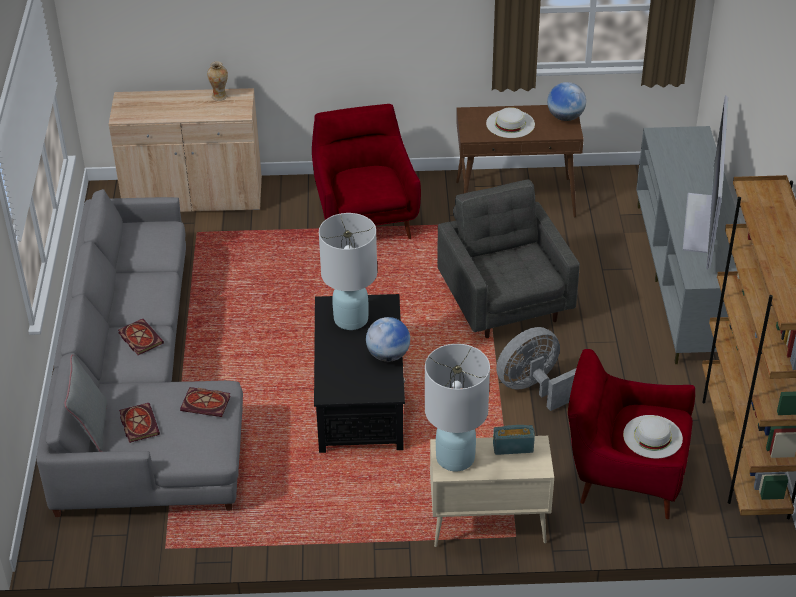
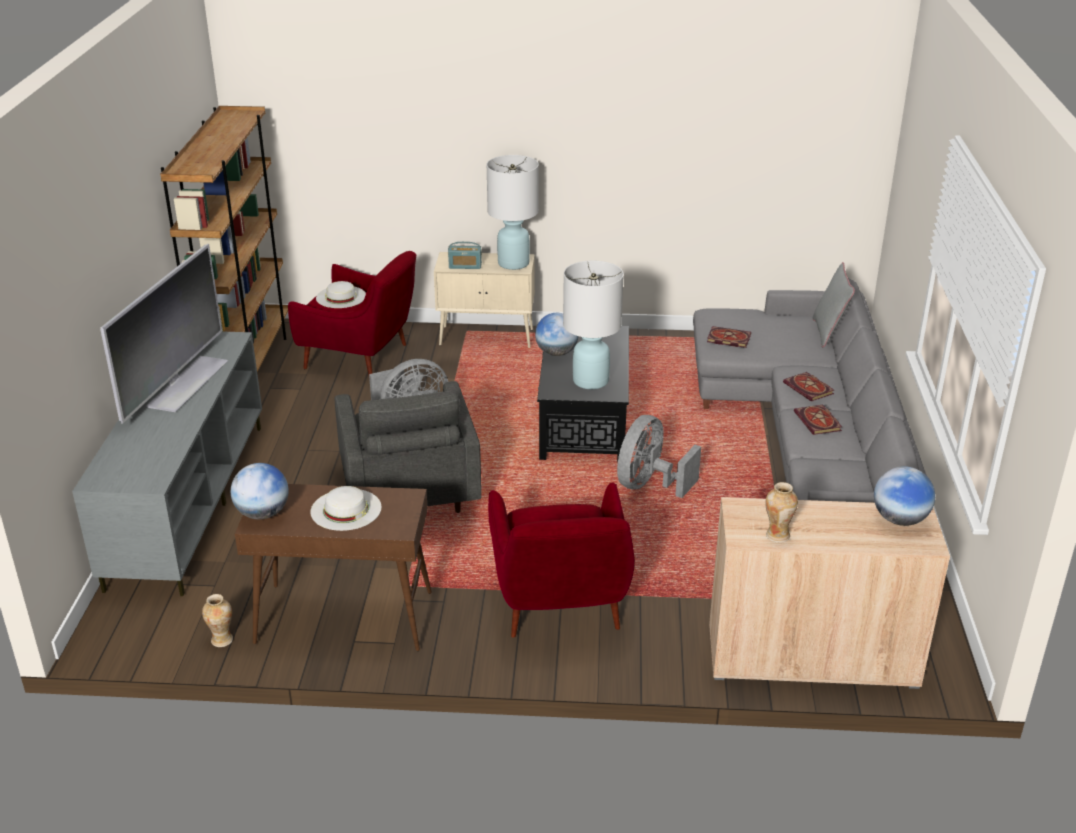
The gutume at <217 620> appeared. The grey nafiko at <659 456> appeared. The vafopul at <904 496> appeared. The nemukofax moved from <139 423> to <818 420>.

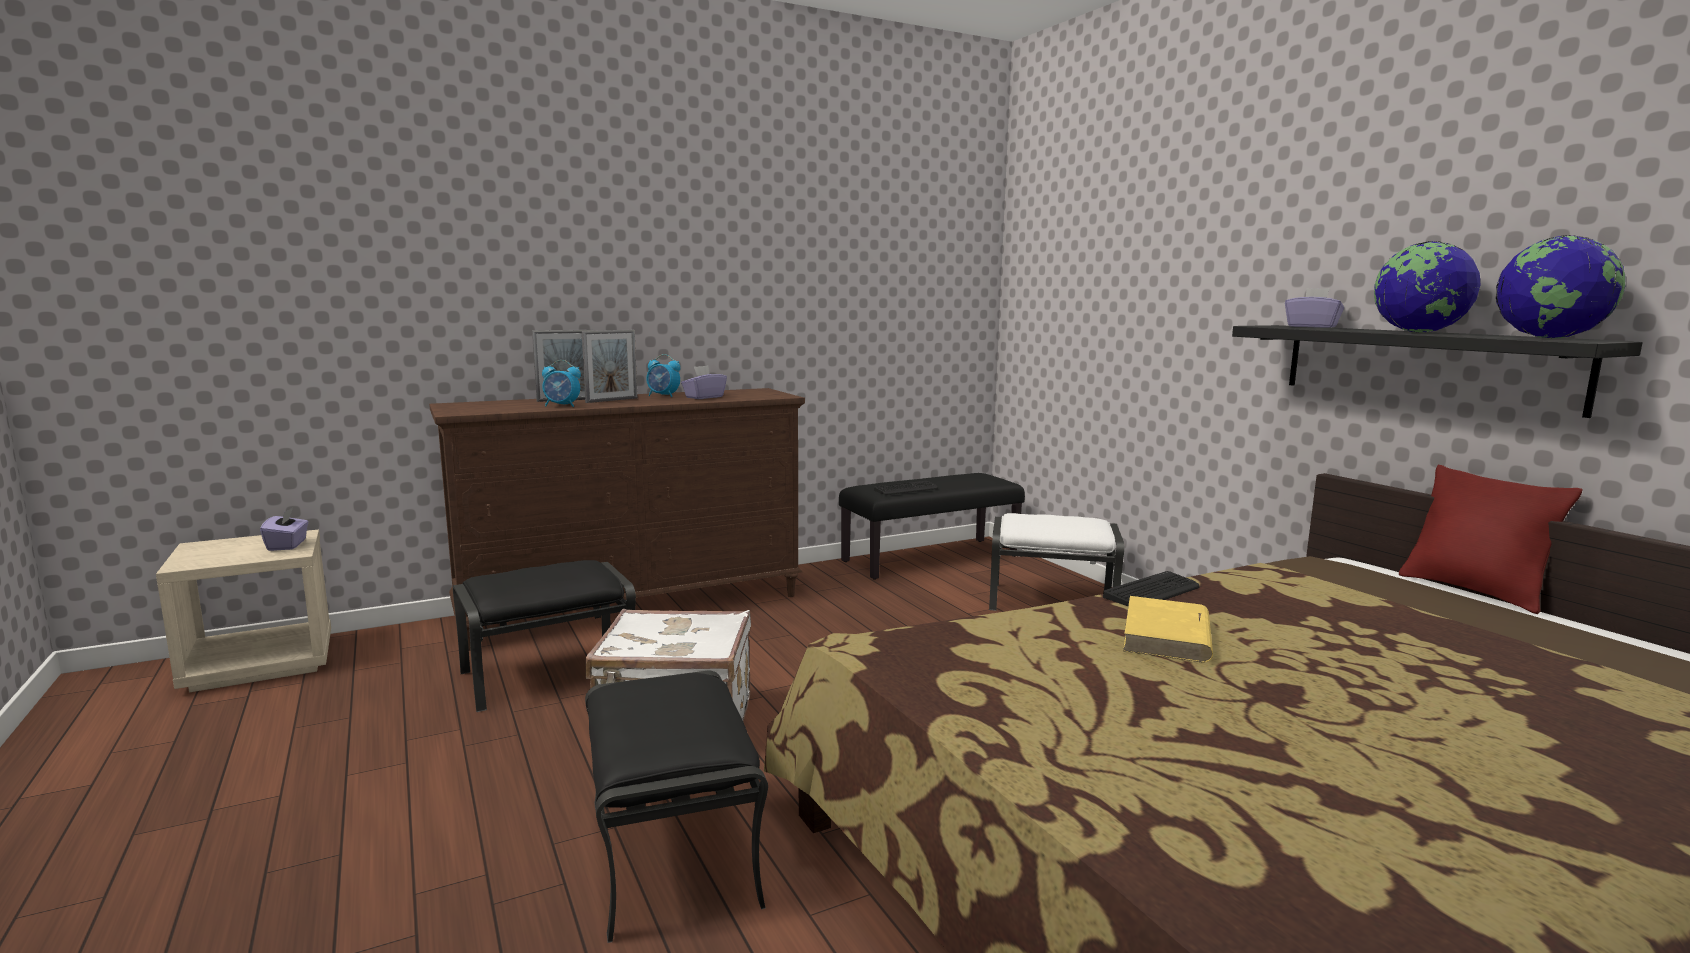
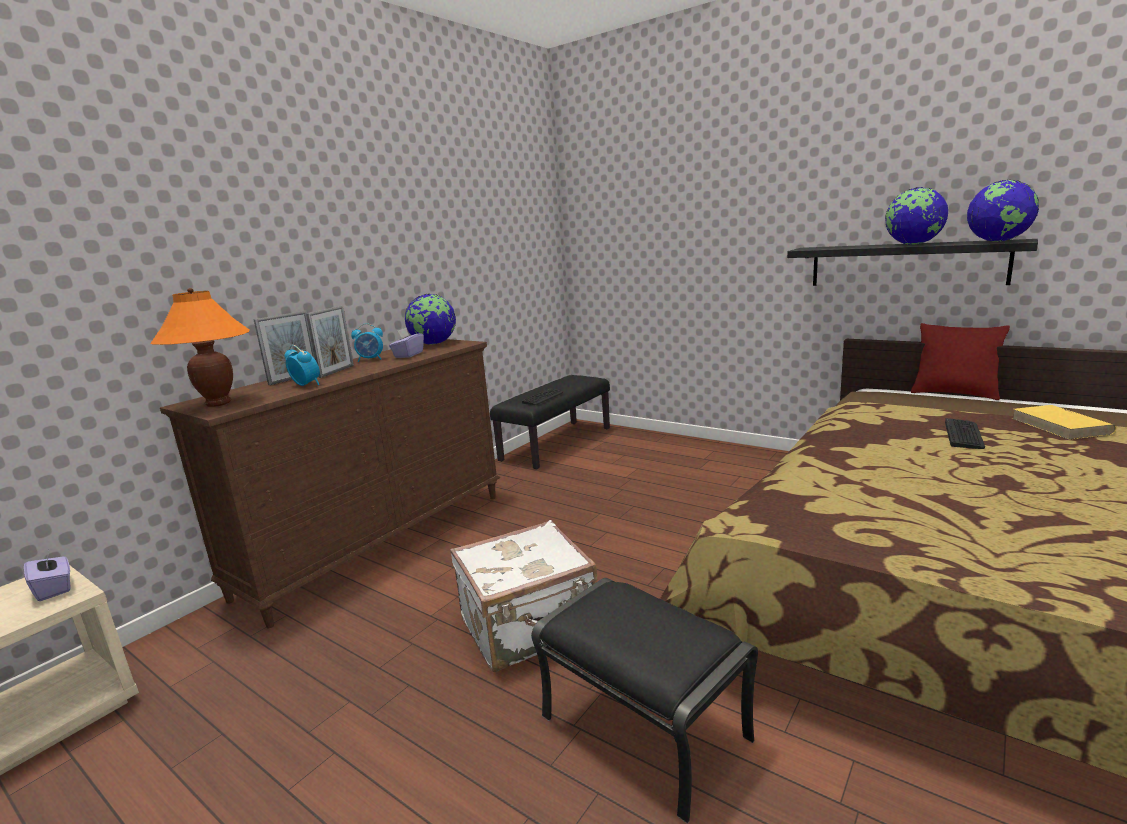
The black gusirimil at <544 636> disappeared. The white gusirimil at <1056 562> disappeared. The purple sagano at <1314 308> disappeared. The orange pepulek at <200 347> appeared. The vafopul at <430 319> appeared. The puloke moved from <1151 588> to <965 433>. The yellow nemukofax moved from <1168 629> to <1063 422>. The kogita at <561 383> turned 120 degrees counterclockwise.

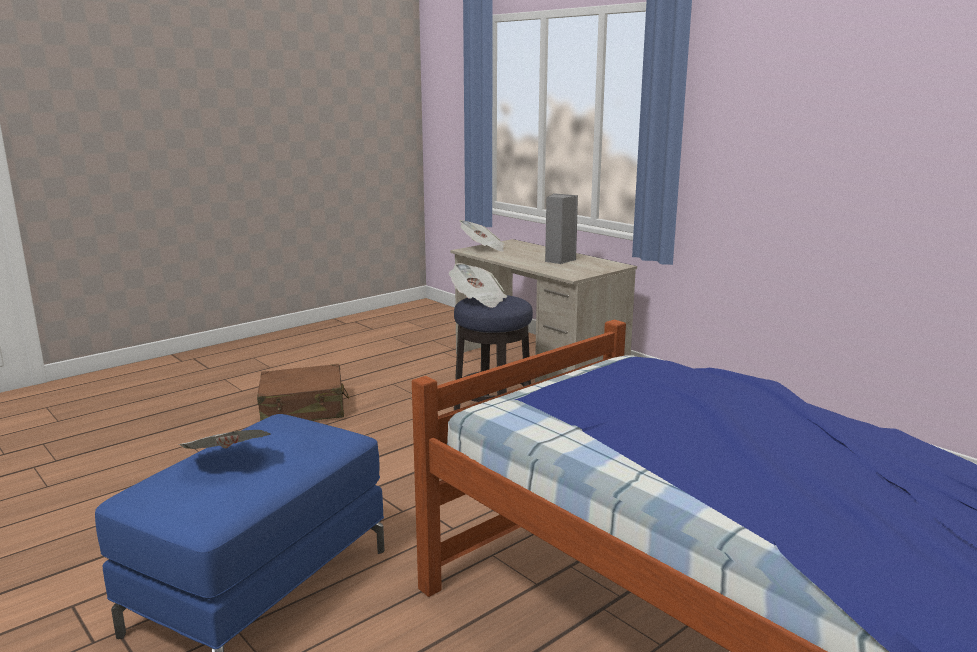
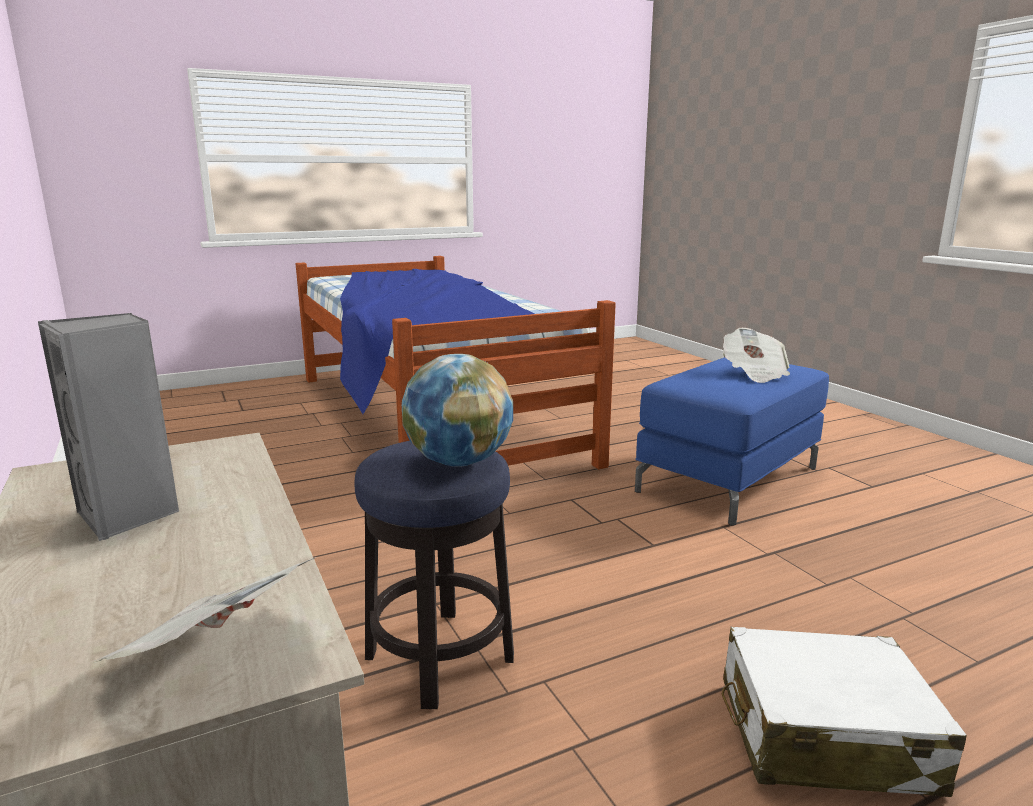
The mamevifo at <478 285> was replaced by the vafopul at <457 410>. The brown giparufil at <303 392> became the white giparufil at <844 712>.

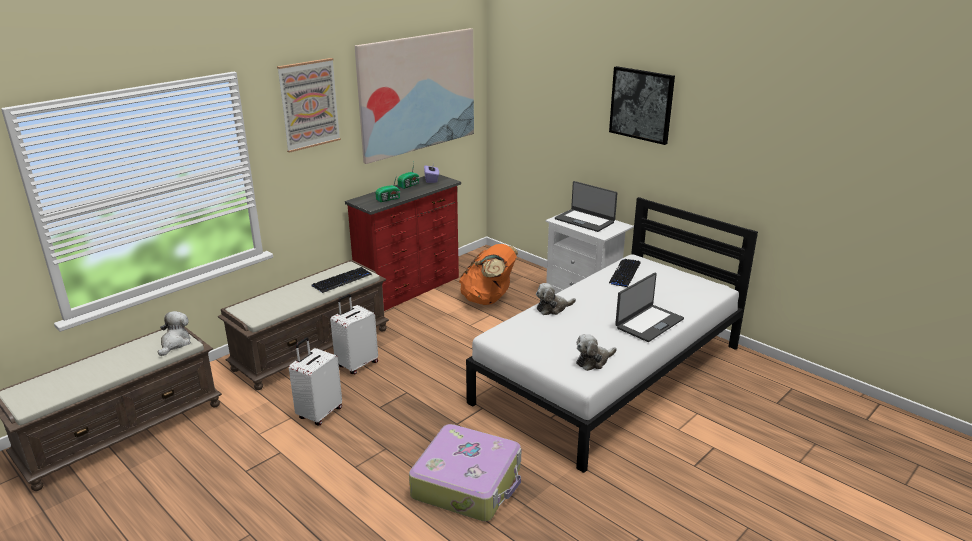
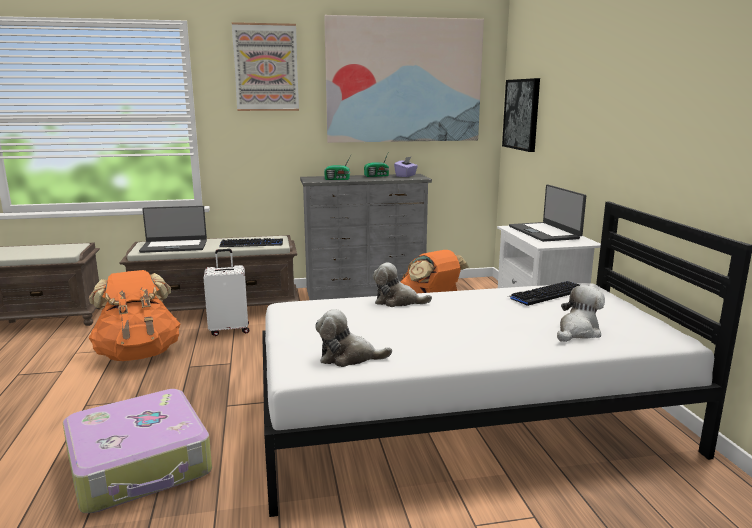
The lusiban moved from <174 333> to <581 313>. The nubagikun moved from <642 105> to <521 115>. The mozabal moved from <649 307> to <173 229>. The white giparufil at <315 381> was replaced by the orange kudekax at <135 315>. The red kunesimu at <403 242> became the grey kunesimu at <366 237>.

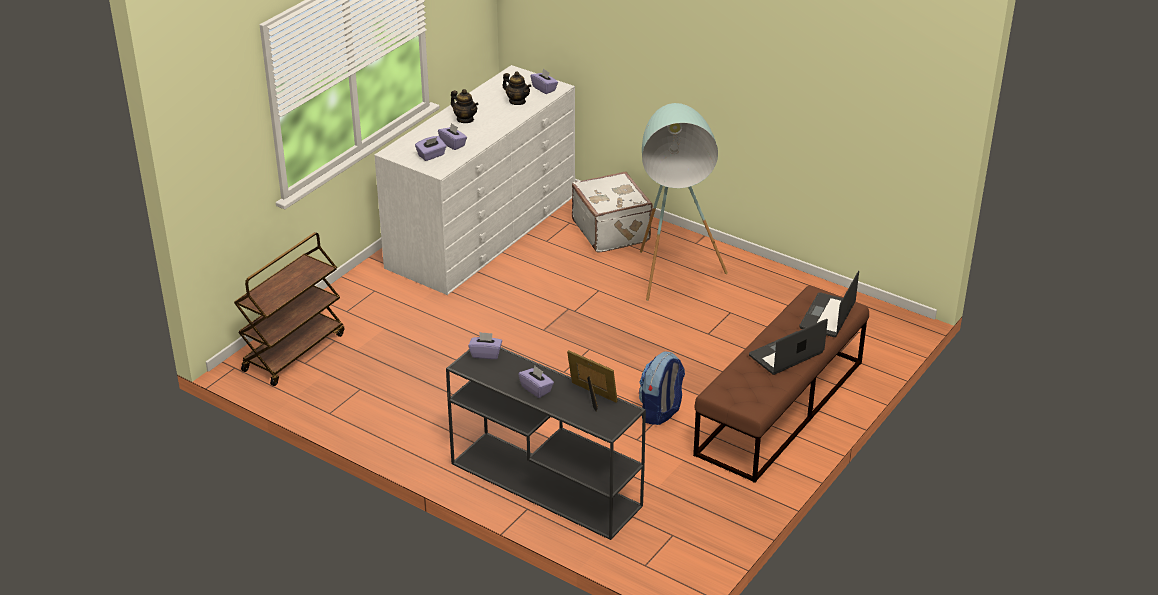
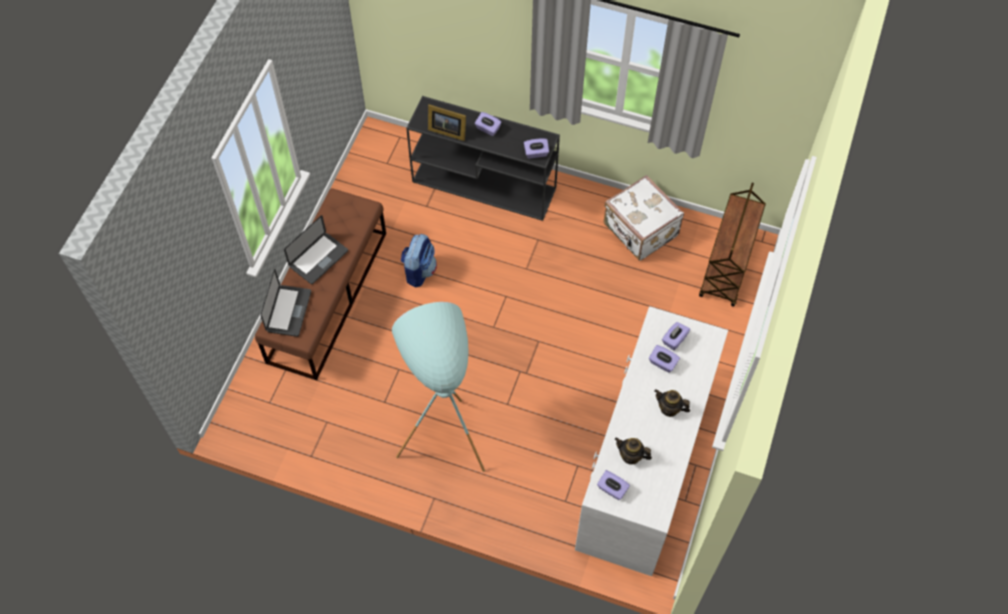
The white giparufil moved from <612 212> to <643 218>.

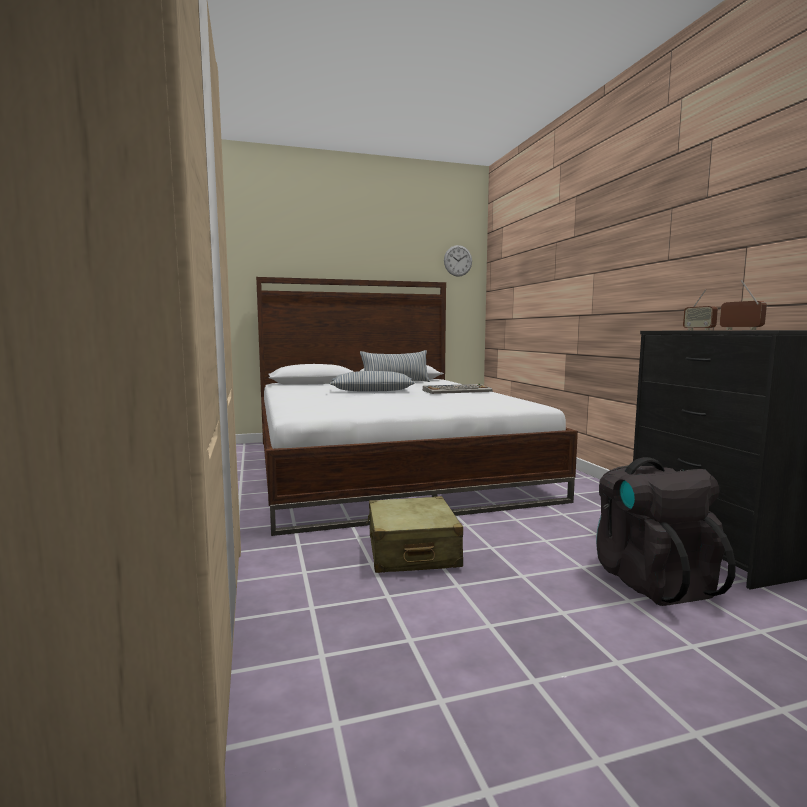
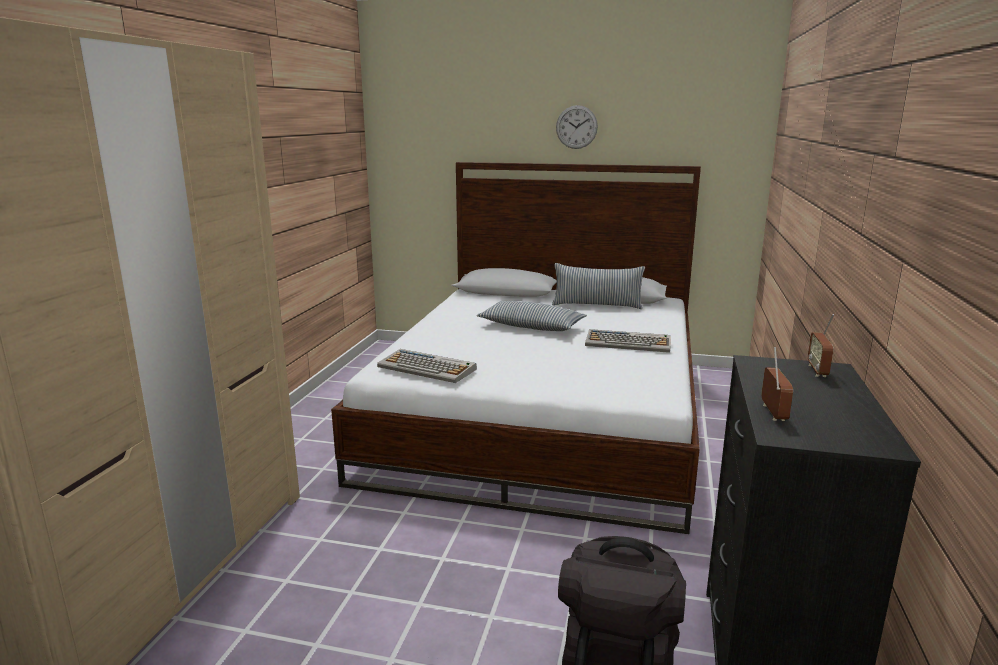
The beige giparufil at <414 534> disappeared. The puloke at <427 366> appeared. The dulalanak moved from <458 261> to <577 127>.

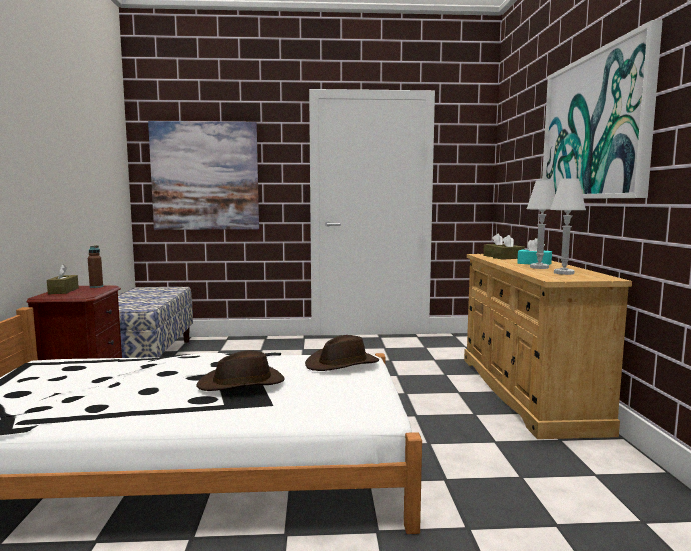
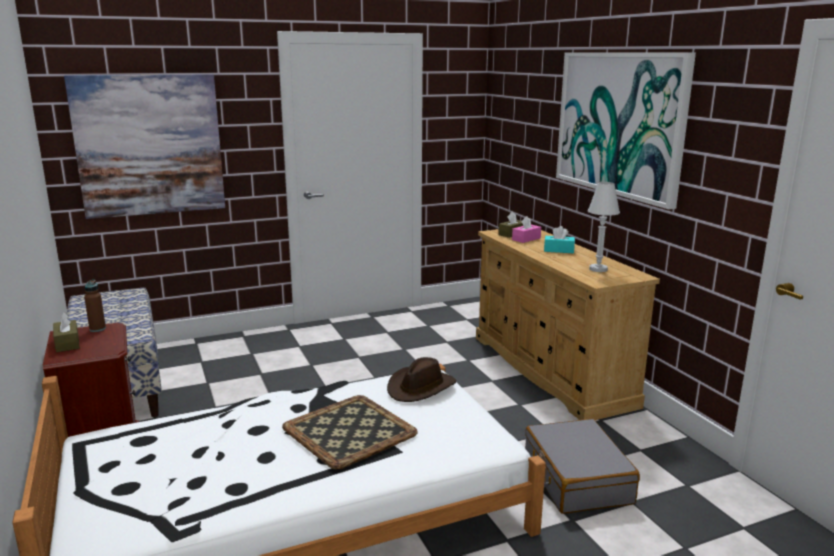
The white pepulek at <541 224> disappeared. The grey giparufil at <582 466> appeared. The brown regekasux at <240 370> was replaced by the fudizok at <350 432>. The brown sagano at <509 247> became the pink sagano at <526 229>.

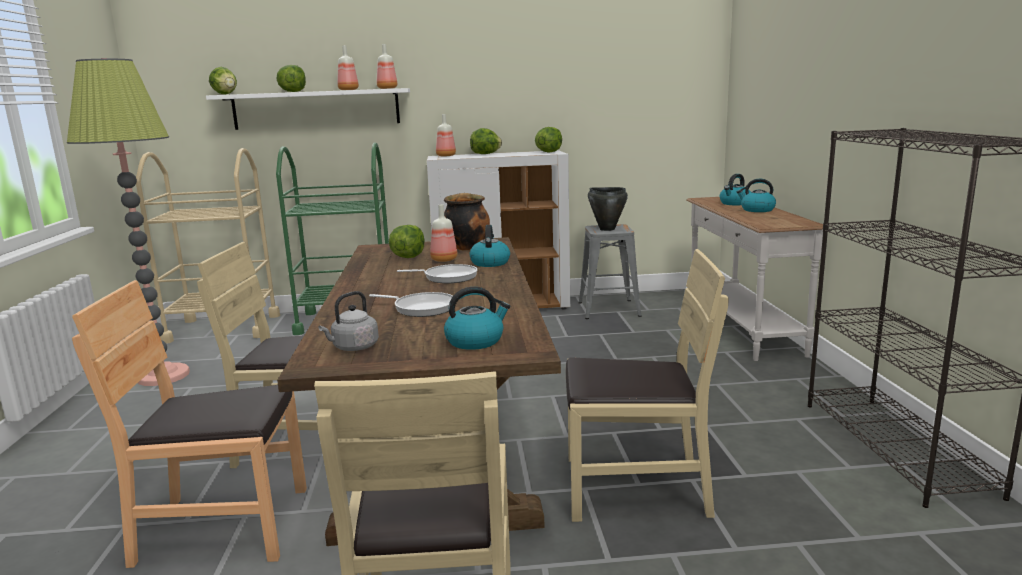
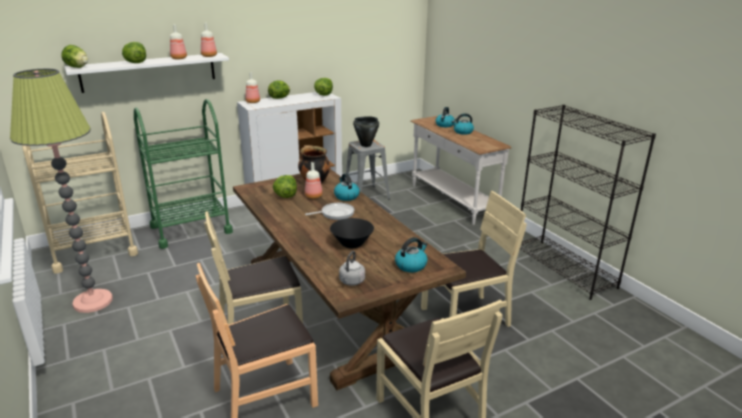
The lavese at <411 304> was replaced by the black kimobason at <352 233>.

